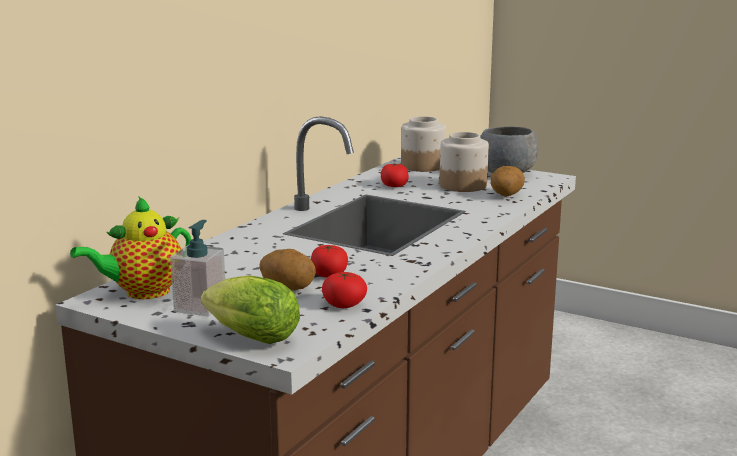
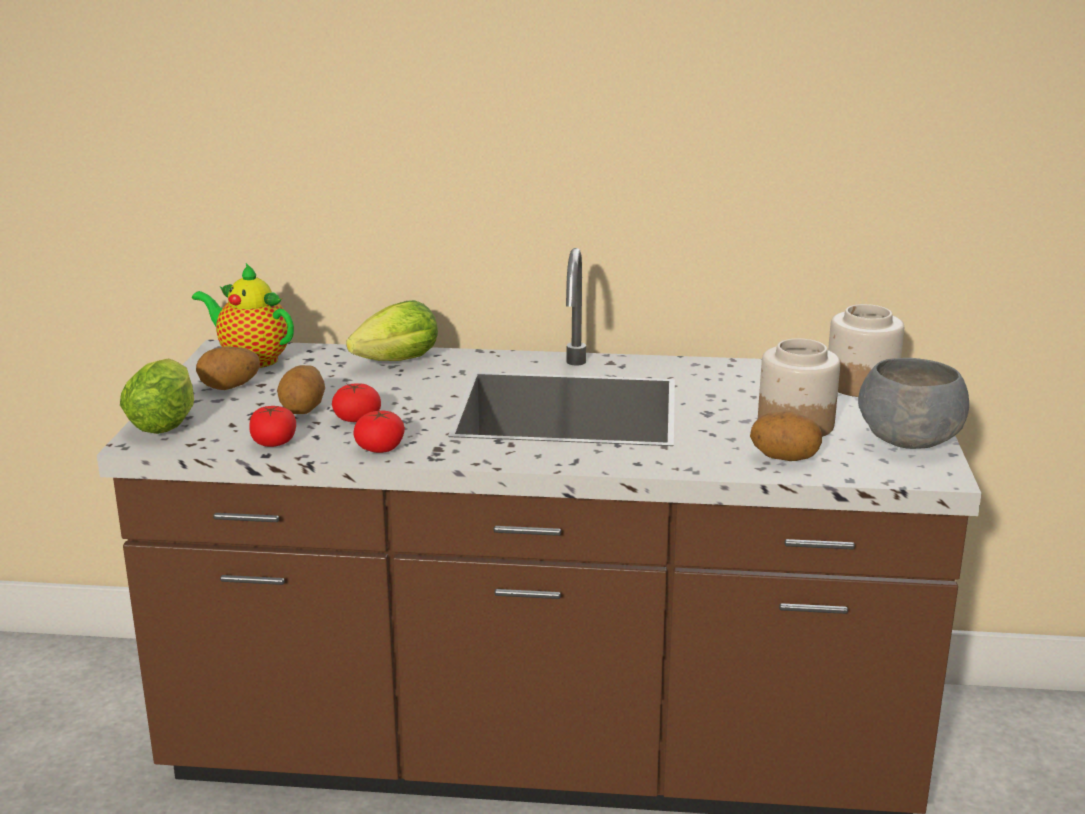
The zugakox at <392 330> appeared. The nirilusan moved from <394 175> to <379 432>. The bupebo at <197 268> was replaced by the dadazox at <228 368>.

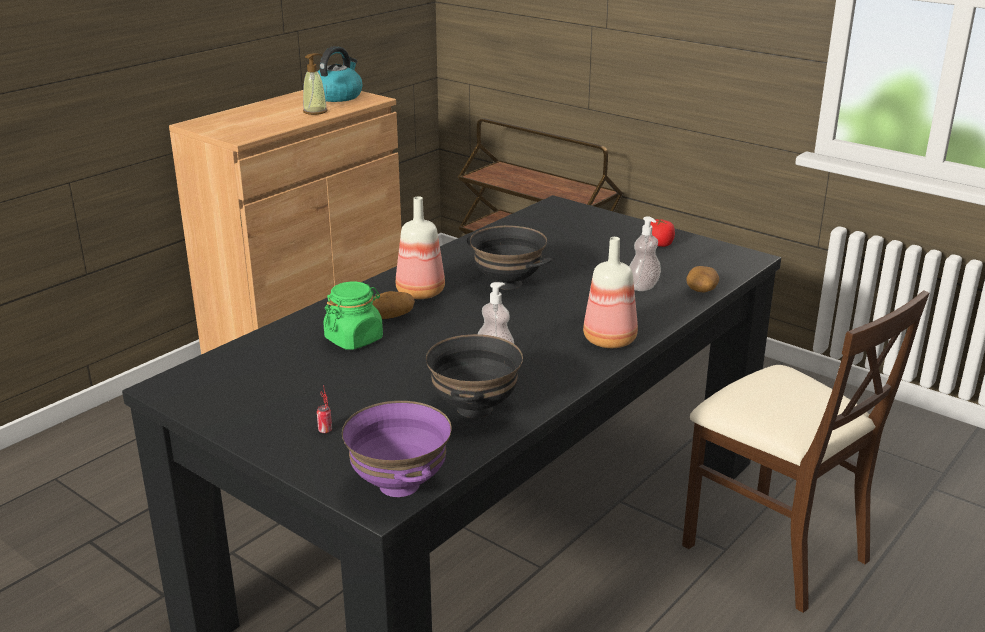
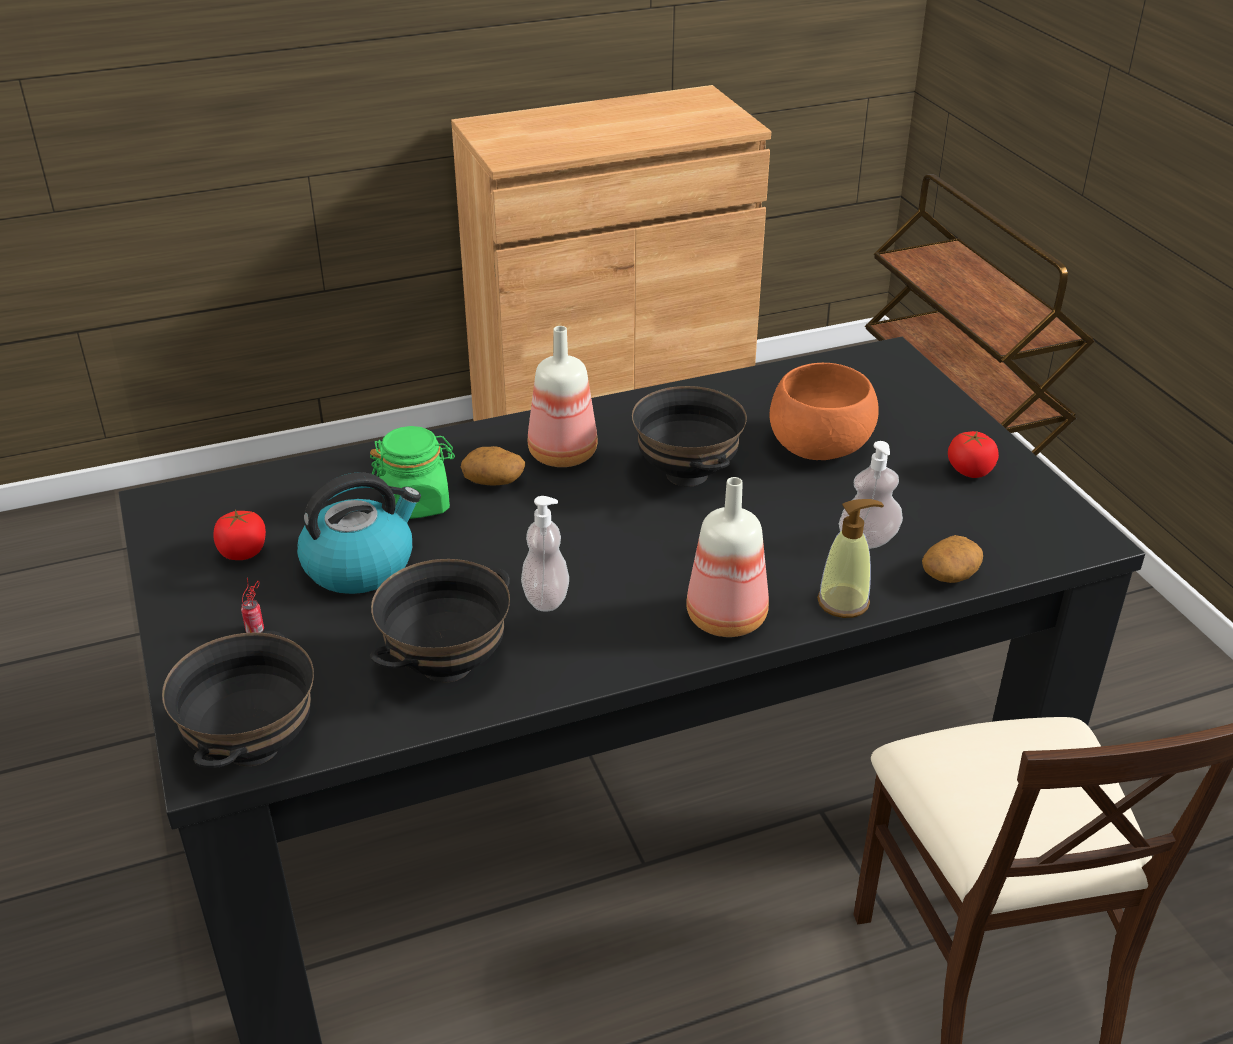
The nirilusan at <240 534> appeared. The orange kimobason at <824 411> appeared. The bupebo moved from <315 84> to <850 558>. The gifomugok moved from <340 74> to <359 533>. The purple kimobason at <397 449> became the black kimobason at <238 699>.

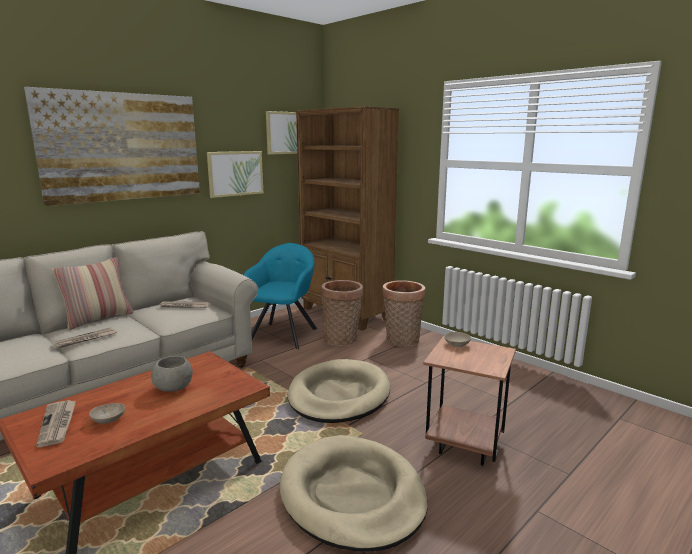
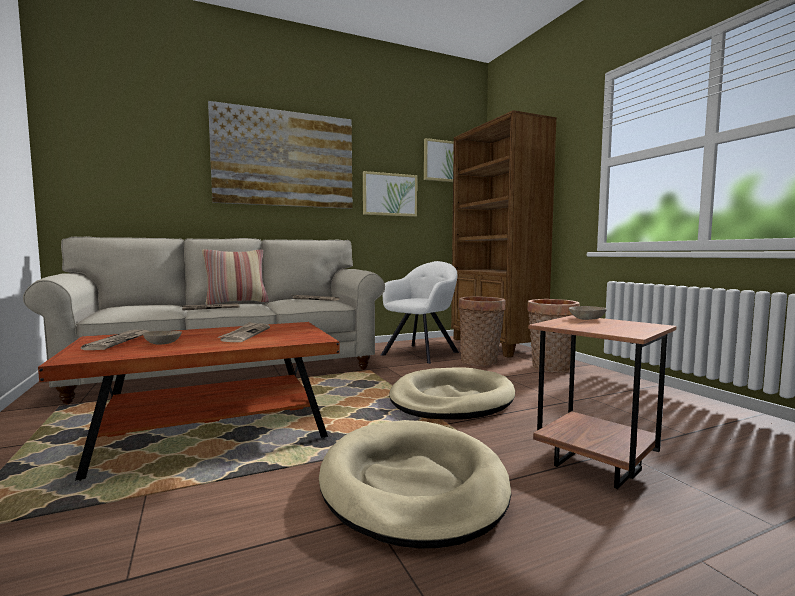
The grey kimobason at <172 374> was replaced by the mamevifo at <243 332>. The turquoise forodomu at <280 296> became the white forodomu at <420 312>.

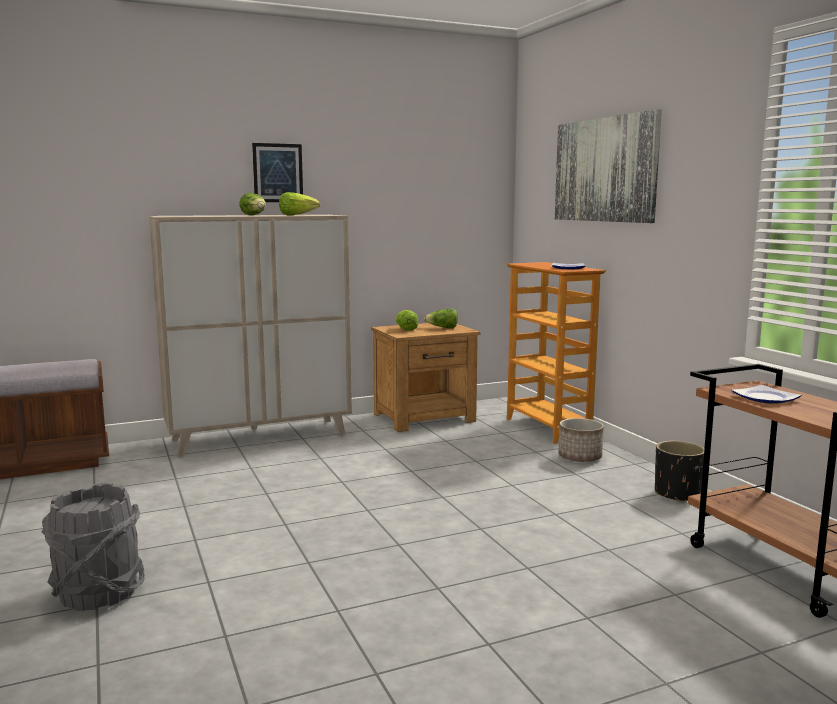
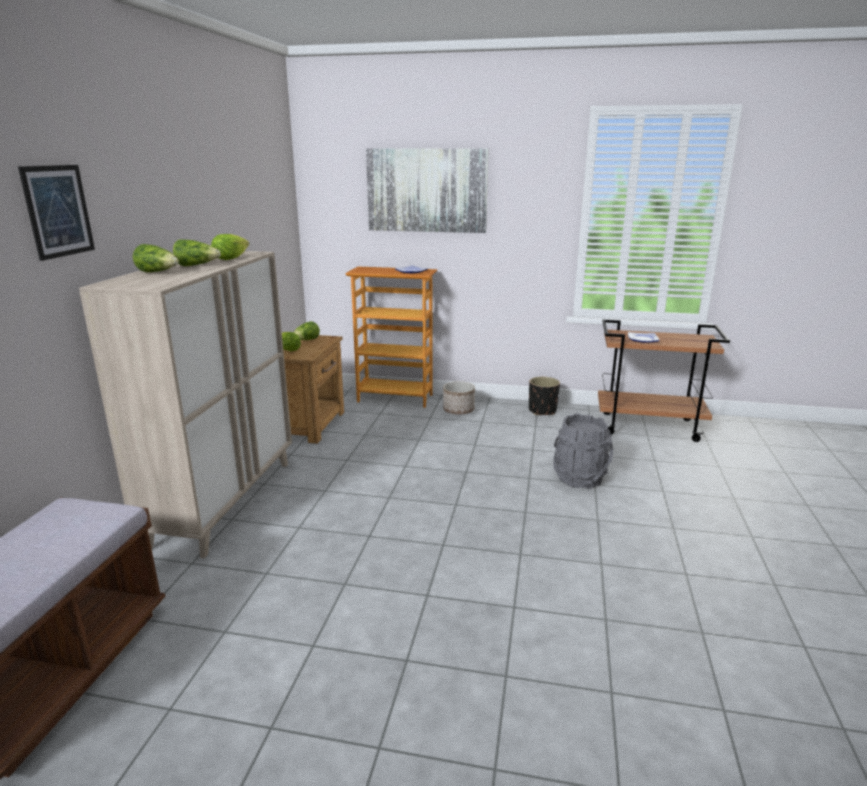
The zugakox at <156 258> appeared. The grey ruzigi moved from <92 546> to <583 451>. The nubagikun moved from <277 172> to <56 213>.

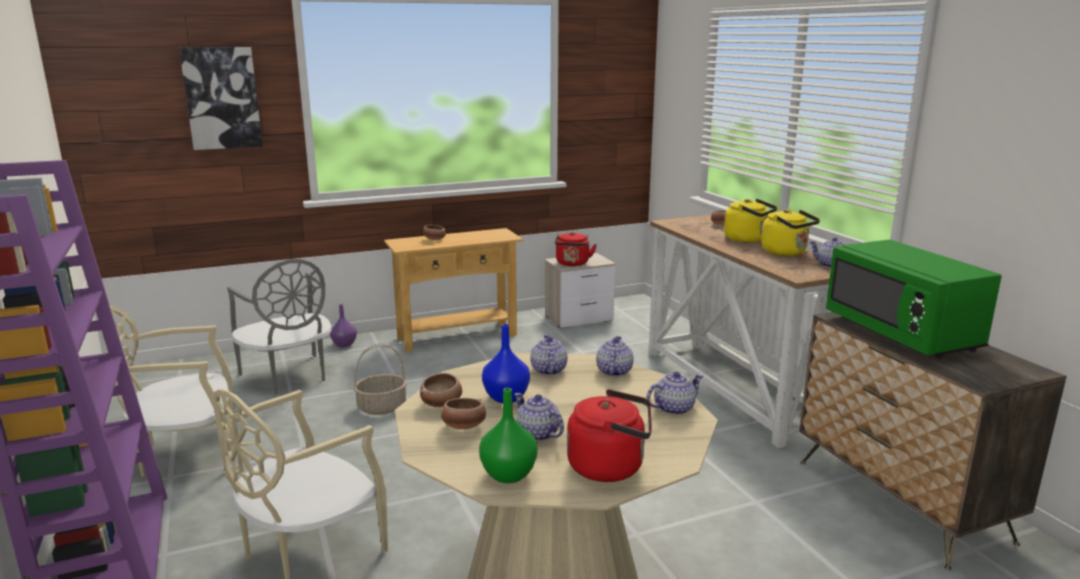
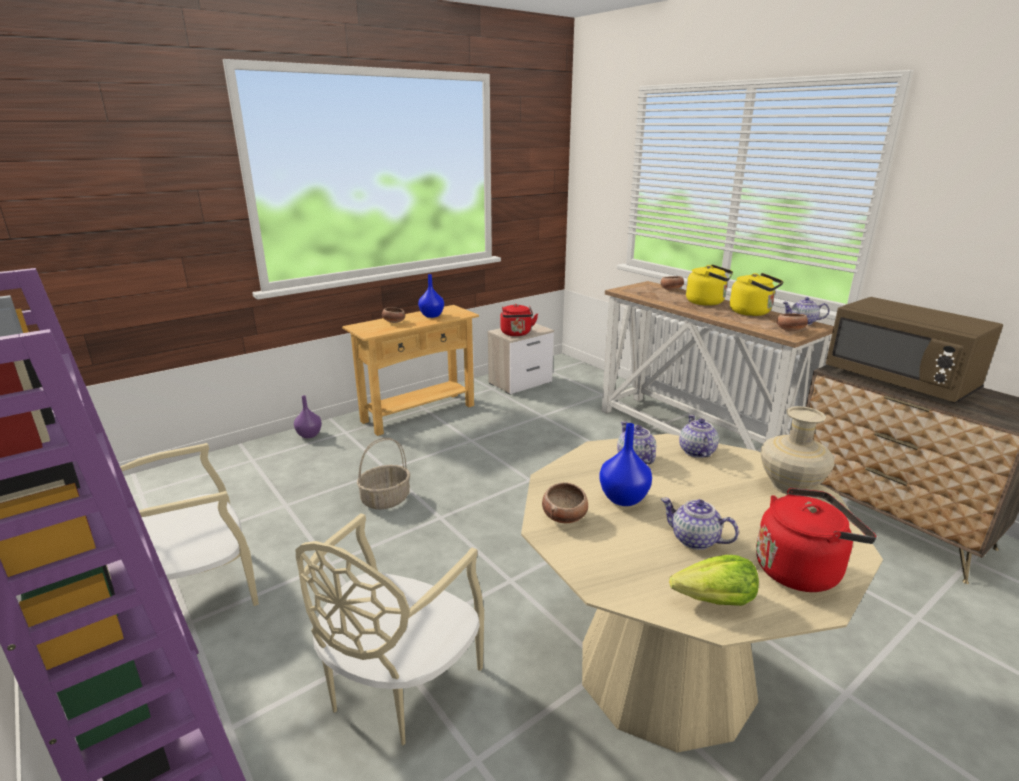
The nubagikun at <221 98> disappeared. The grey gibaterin at <279 326> disappeared. The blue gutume at <431 296> appeared. The kimobason moved from <463 413> to <792 322>. The green gutume at <508 435> was replaced by the zugakox at <714 580>. The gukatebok at <674 393> was replaced by the beige gutume at <798 451>. The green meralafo at <914 299> became the brown meralafo at <914 350>.

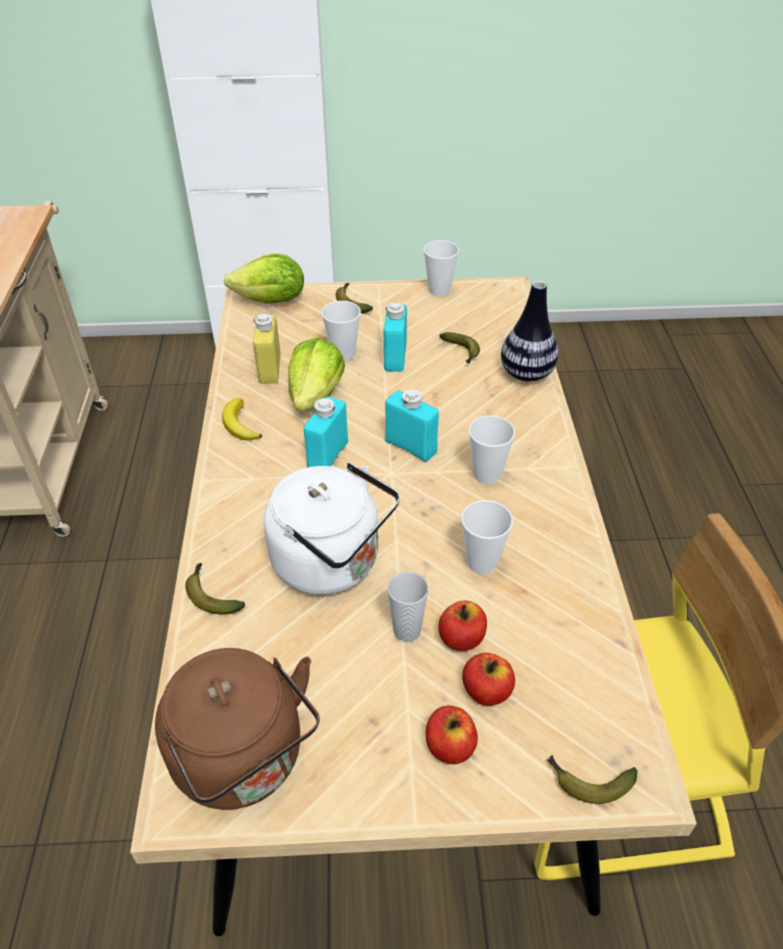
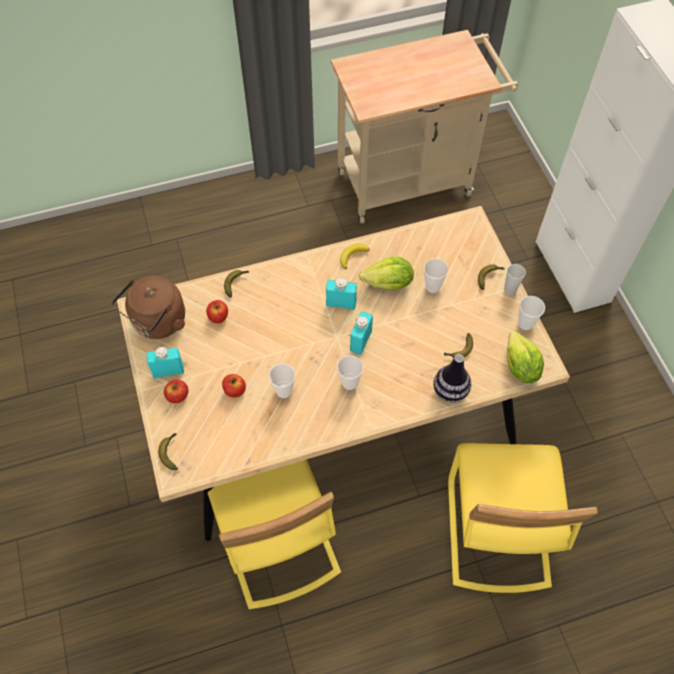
The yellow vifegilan at <267 349> disappeared. The white gifomugok at <332 528> disappeared. The yellow gibaterin at <523 518> appeared. The zugakox moved from <264 279> to <525 357>. The turquoise vifegilan moved from <395 337> to <165 362>. The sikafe moved from <408 606> to <515 279>. The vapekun moved from <488 679> to <217 311>.

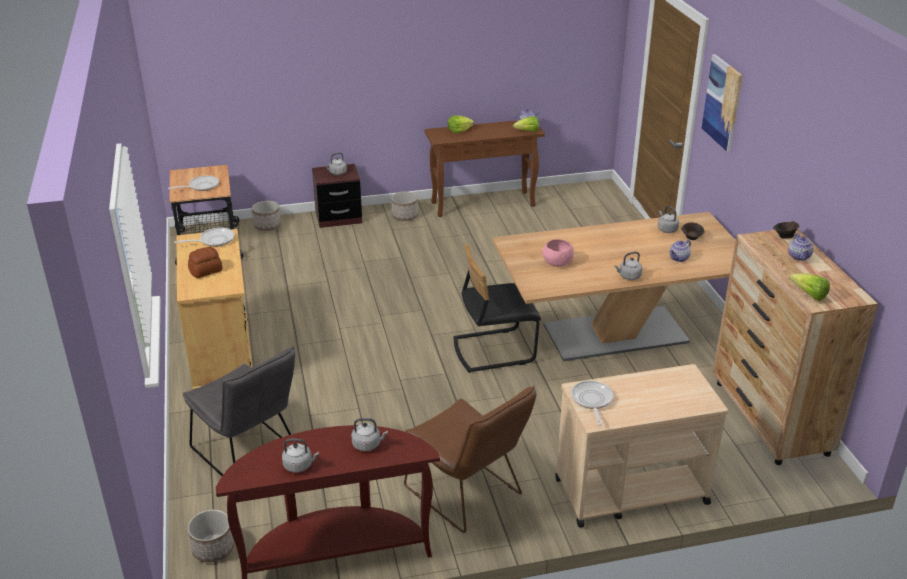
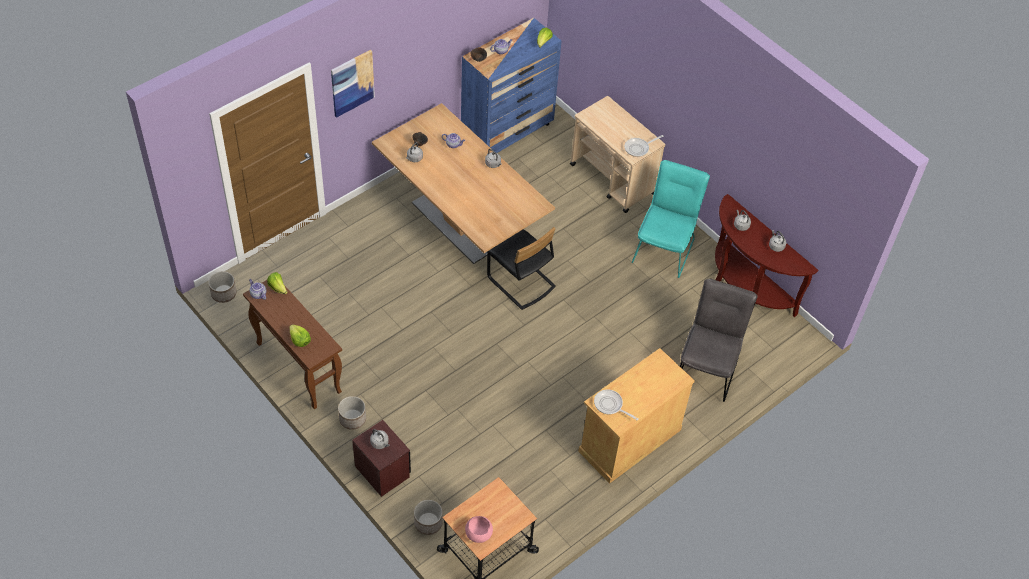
The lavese at <193 183> disappeared. The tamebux at <205 262> disappeared. The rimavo moved from <210 535> to <222 287>. The pink kimobason moved from <558 253> to <479 529>. The brown gibaterin at <470 459> became the turquoise gibaterin at <671 219>. The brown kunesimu at <795 347> became the blue kunesimu at <511 85>.

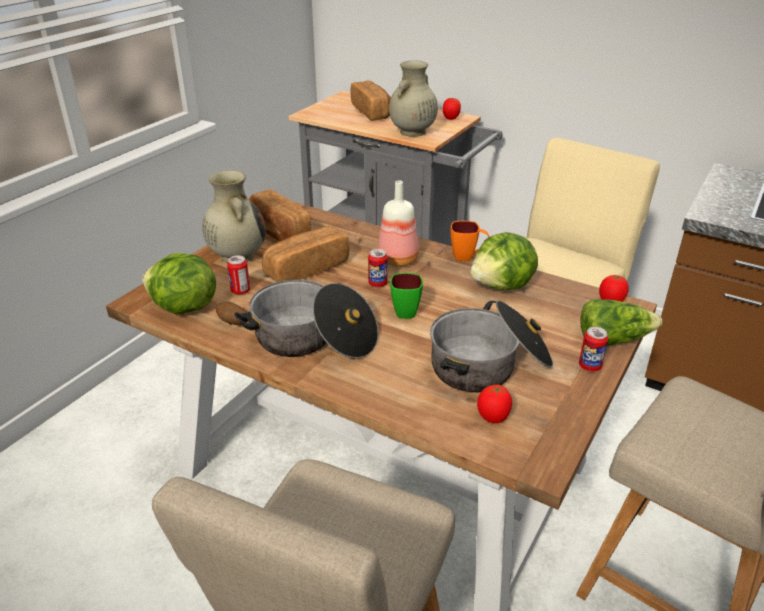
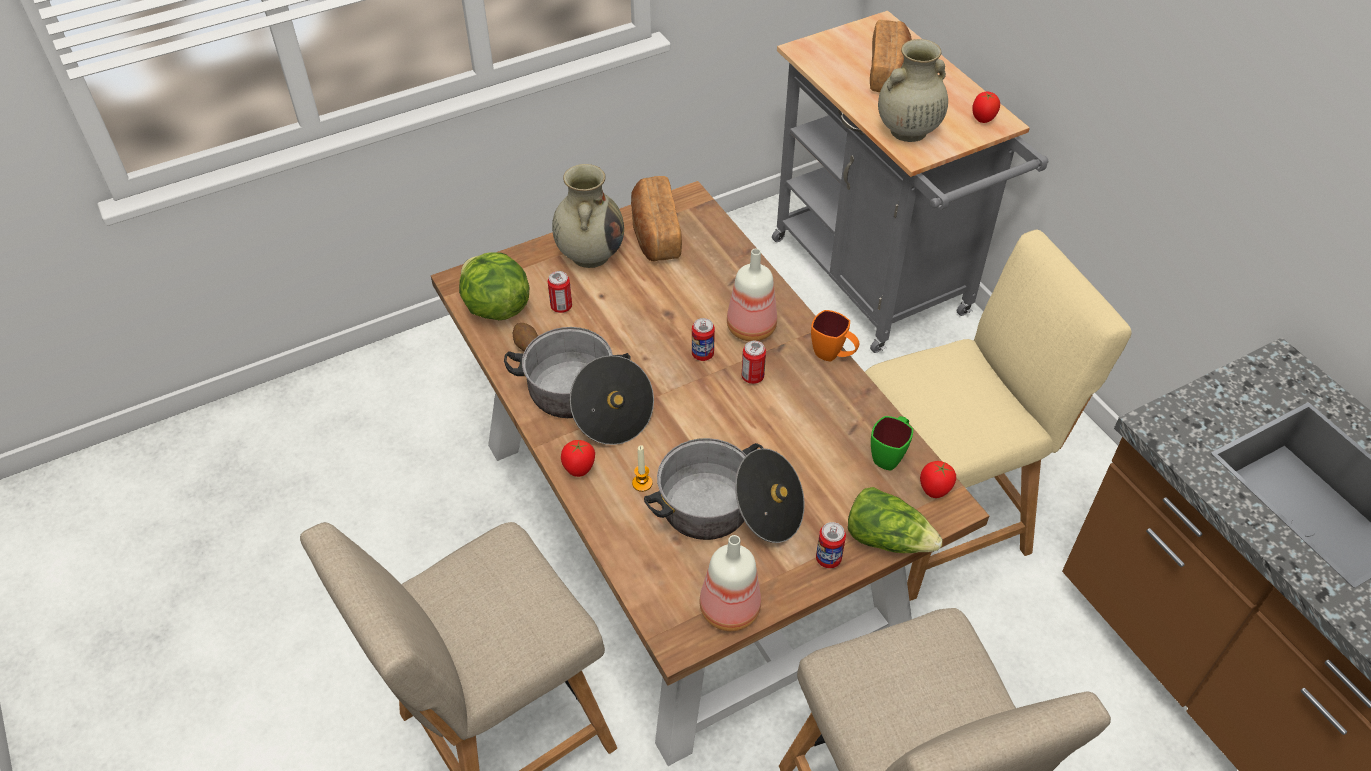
The tamebux at <306 254> disappeared. The zugakox at <504 261> disappeared. The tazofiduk at <642 468> appeared. The vifegilan at <730 583> appeared. The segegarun at <754 362> appeared. The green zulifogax moved from <406 296> to <892 443>. The nirilusan moved from <494 404> to <578 458>.

